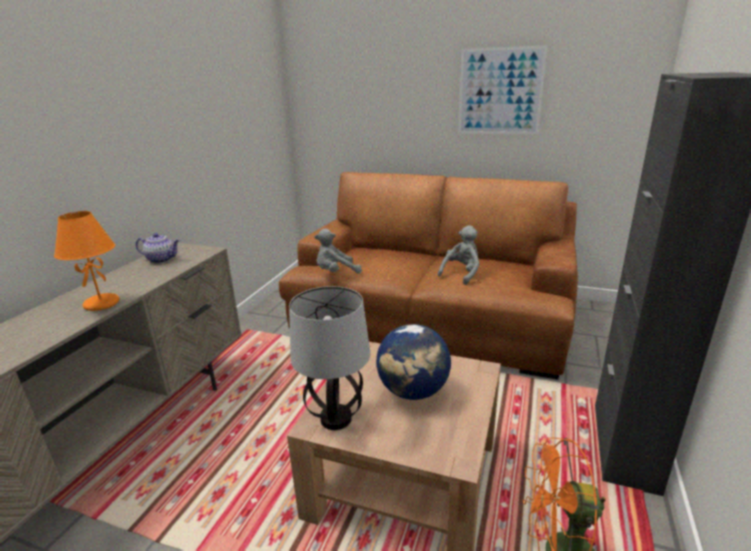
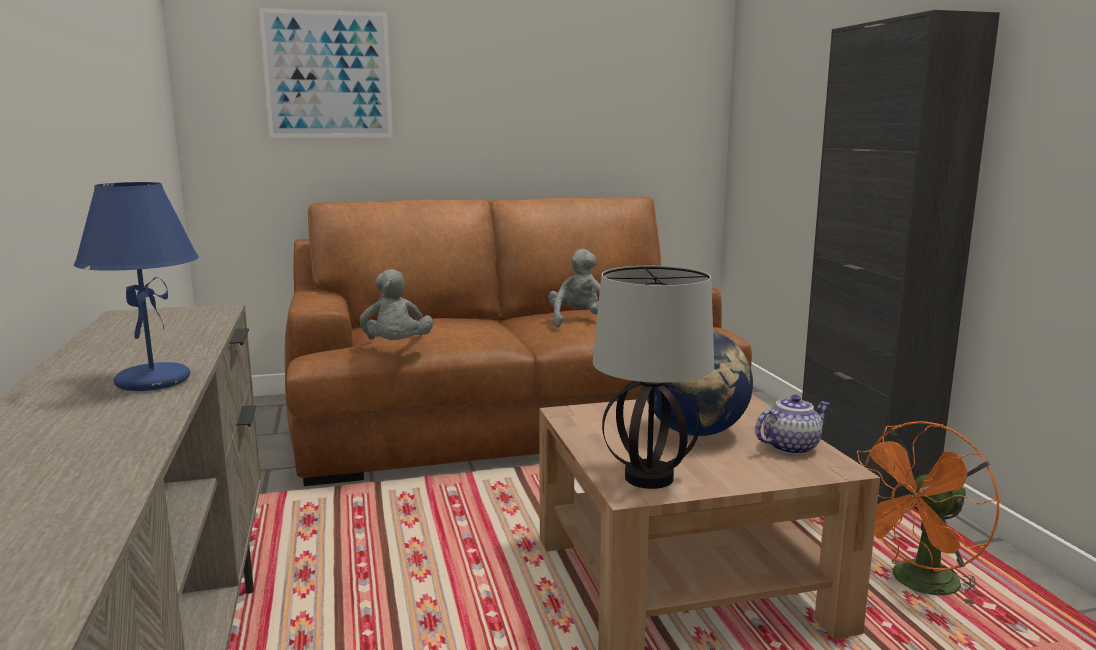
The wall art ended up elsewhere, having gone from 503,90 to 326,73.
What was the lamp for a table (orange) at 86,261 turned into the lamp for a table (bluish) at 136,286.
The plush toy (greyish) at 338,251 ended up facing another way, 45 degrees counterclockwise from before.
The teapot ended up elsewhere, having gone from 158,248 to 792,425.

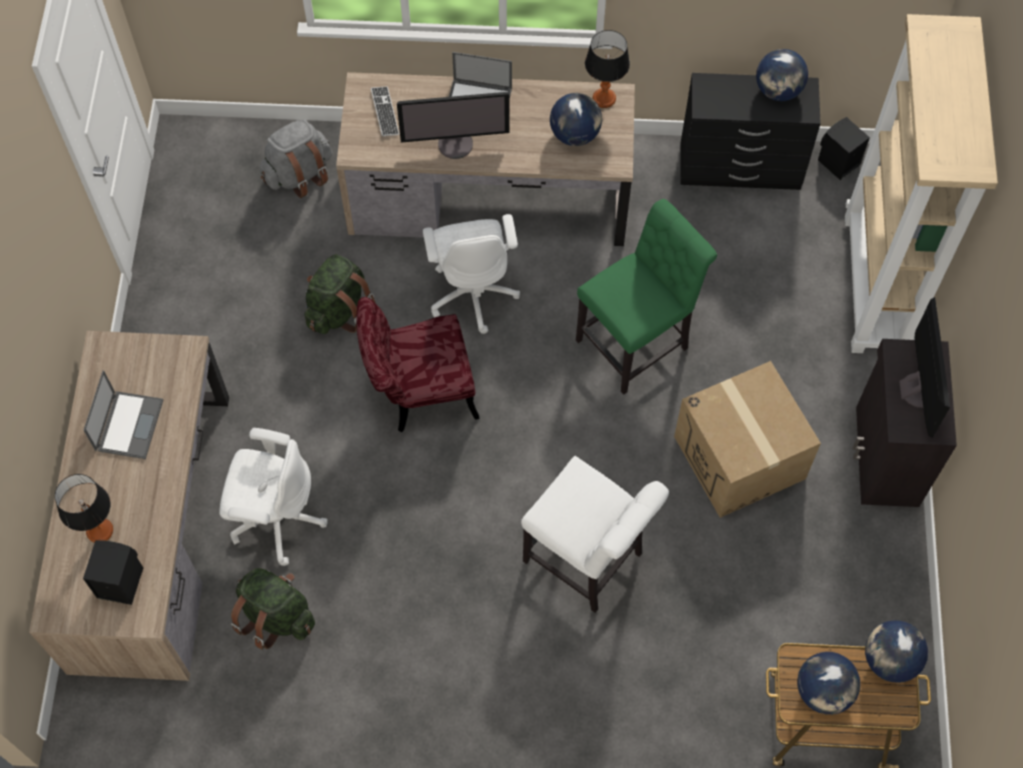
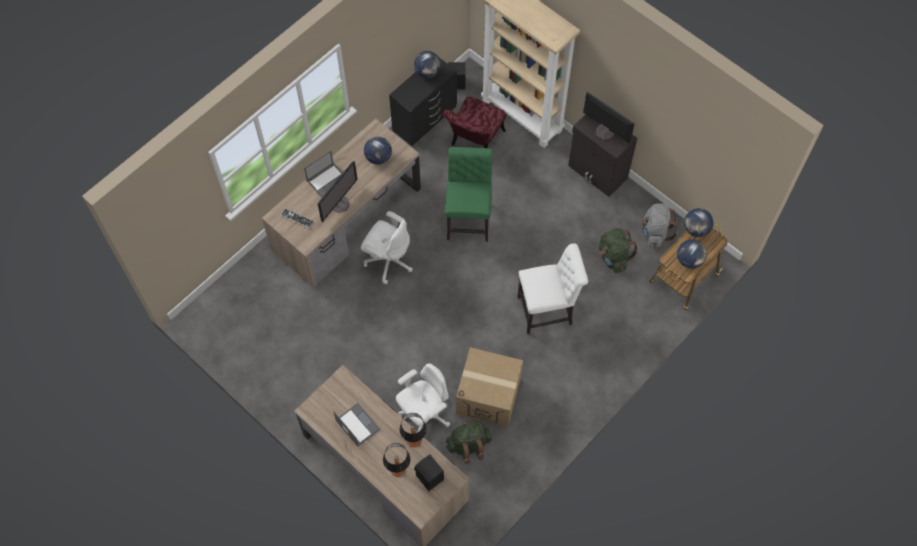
The lamp for a table ended up elsewhere, having gone from 607,69 to 413,430.
The backpack (greyish) ended up elsewhere, having gone from 296,159 to 659,226.
The backpack (green) ended up elsewhere, having gone from 340,294 to 618,250.
The plain chair (reddish) ended up elsewhere, having gone from 418,364 to 474,122.
The packing box ended up elsewhere, having gone from 747,439 to 489,387.

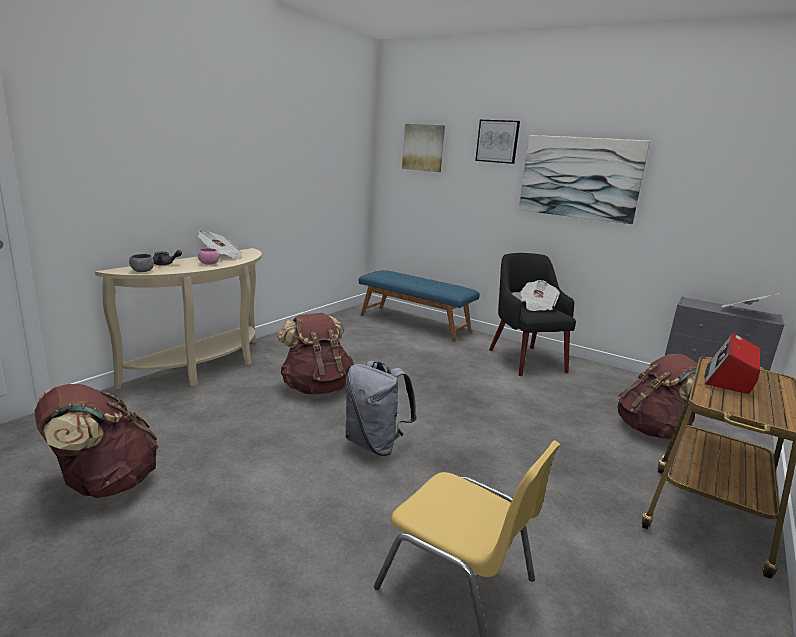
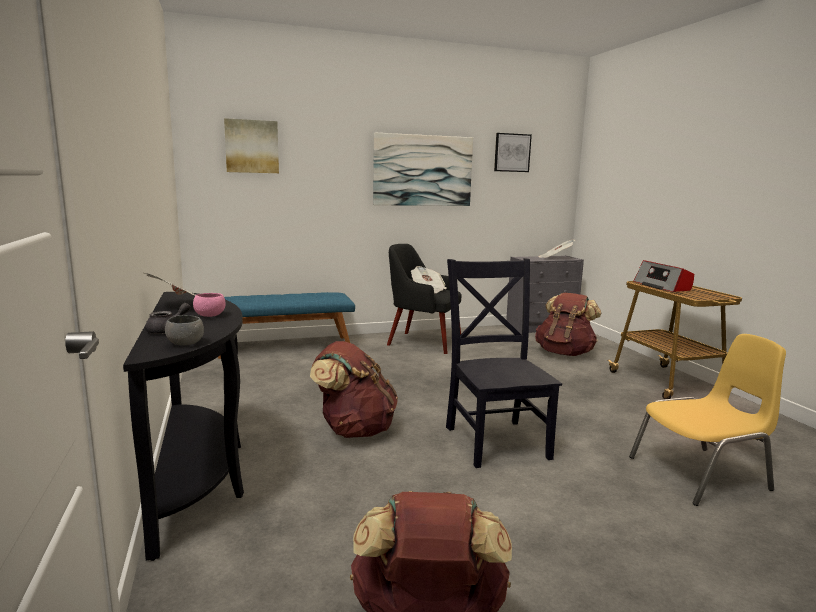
The wall art ended up elsewhere, having gone from 497,142 to 513,152.
What was the narrow table (beige-coloured) at 178,318 turned into the narrow table (black-coloured) at 183,426.
Where the backpack (greyish) stood at 381,408, the plain chair (black-coloured) came to stand at 504,363.

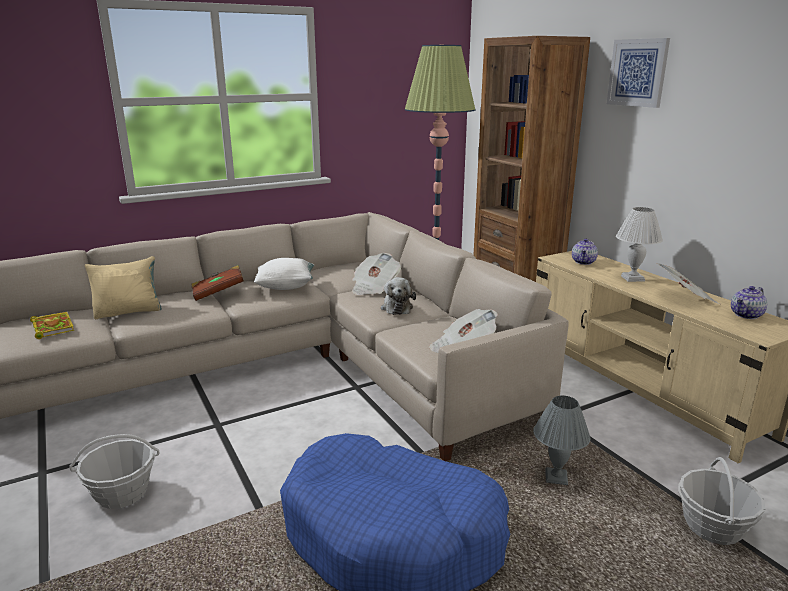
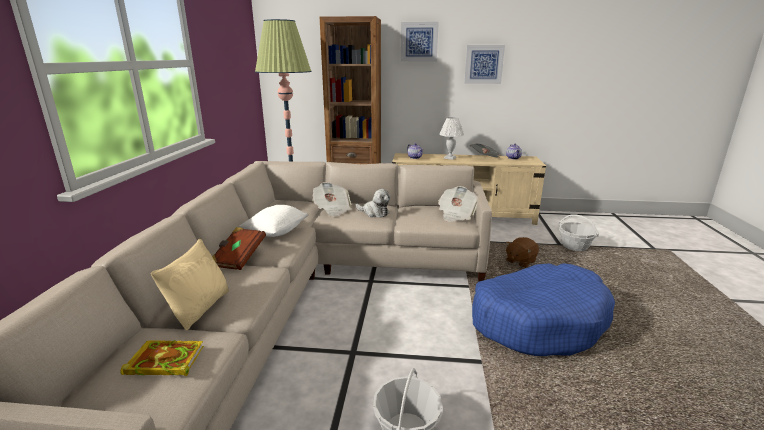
Where the lamp for a table (greyish) stood at 561,440, the plush toy (brown) came to stand at 522,252.
The second view gained the wall art at 484,64.

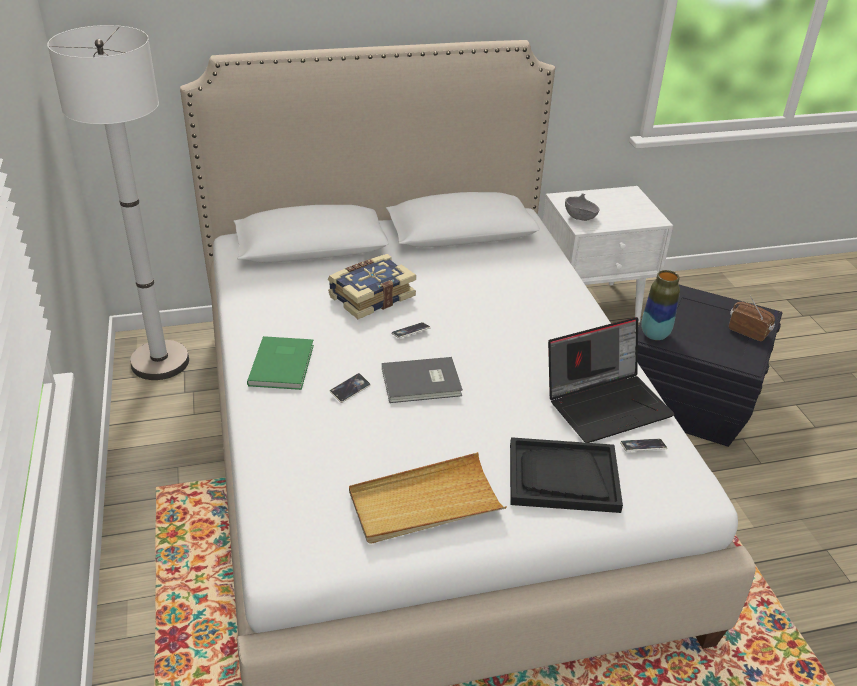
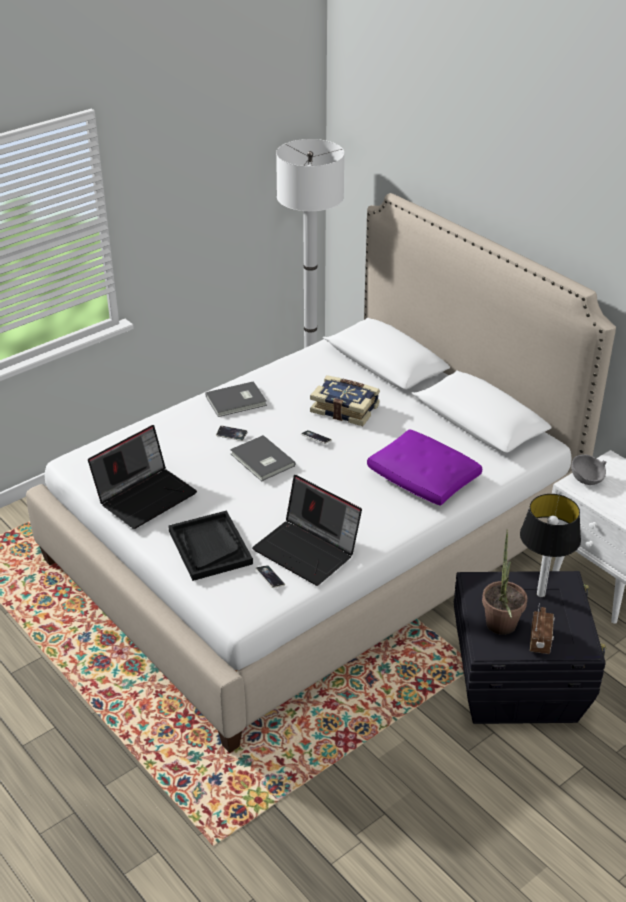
The second view lost the flower vase at 660,305.
What was the volume (green) at 280,363 turned into the volume (greyish) at 236,399.
Where the serving tray (beige-coloured) stood at 428,498, the notebook computer came to stand at 142,477.
The second view gained the pillow (purple-coloured) at 424,467.
The second view gained the lamp for a table at 550,545.
The second view gained the houseplant at 504,582.

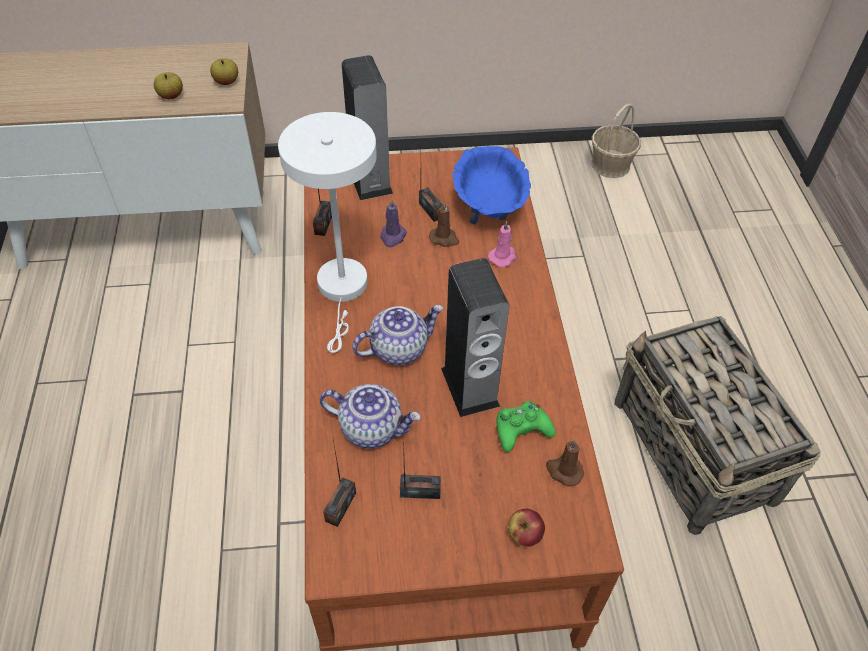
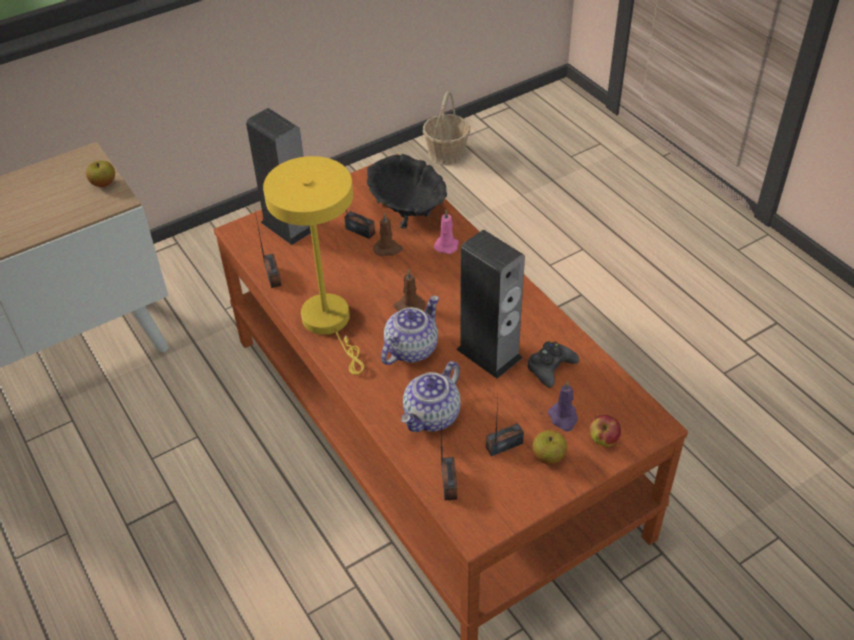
The apple ended up elsewhere, having gone from 168,85 to 549,447.
What was the lamp for a table (whitish) at 327,232 turned into the lamp for a table (yellow) at 313,265.
What was the deep dish (bluish) at 492,185 turned into the deep dish (black-coloured) at 407,191.
The candle (purple-coloured) ended up elsewhere, having gone from 393,223 to 563,406.
The second view lost the basket at 717,425.
The teapot at 370,416 ended up facing another way, 135 degrees clockwise from before.
What was the gamepad (green) at 526,426 turned into the gamepad (black-coloured) at 553,364.
The candle (brown) ended up elsewhere, having gone from 565,463 to 409,290.

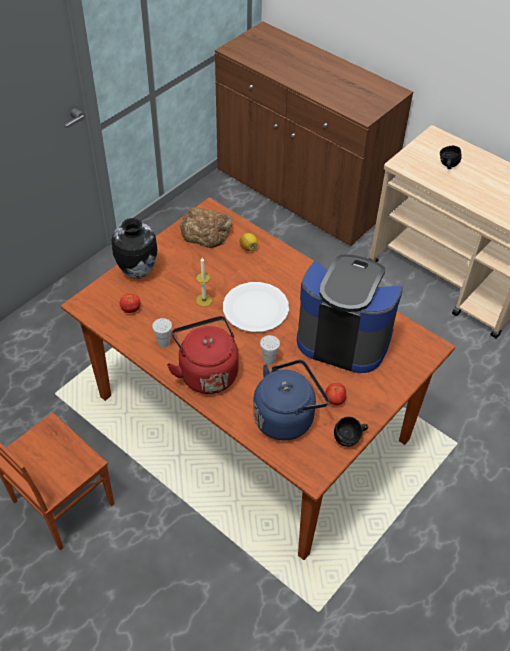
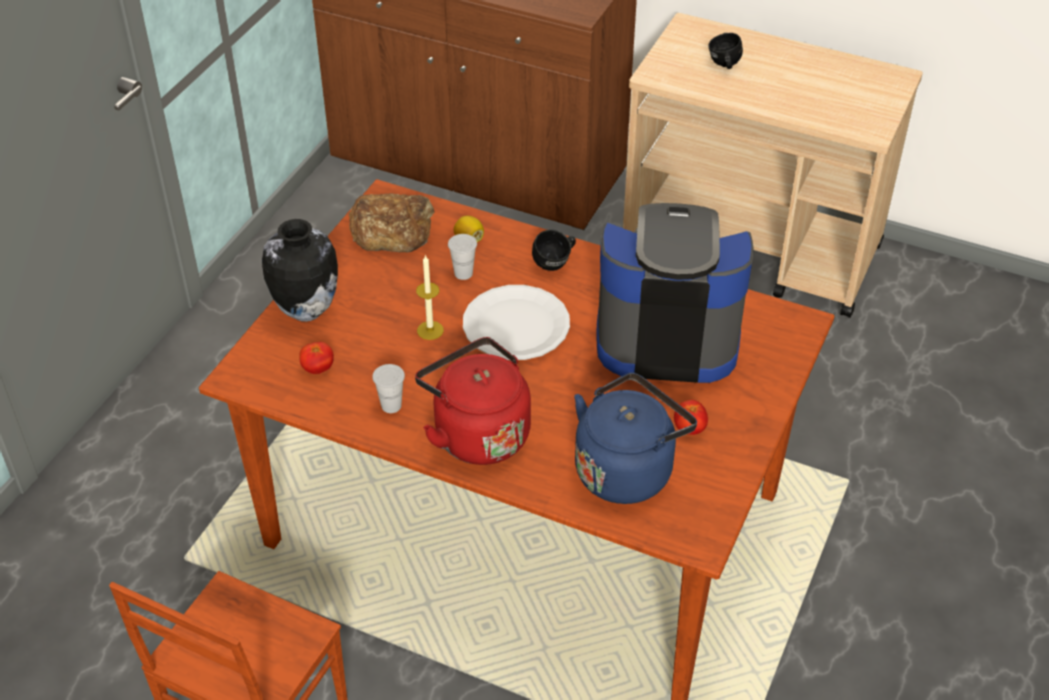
The drinking cup (whitish) ended up elsewhere, having gone from 270,350 to 462,257.
The tea mug (black-coloured) ended up elsewhere, having gone from 351,432 to 554,250.

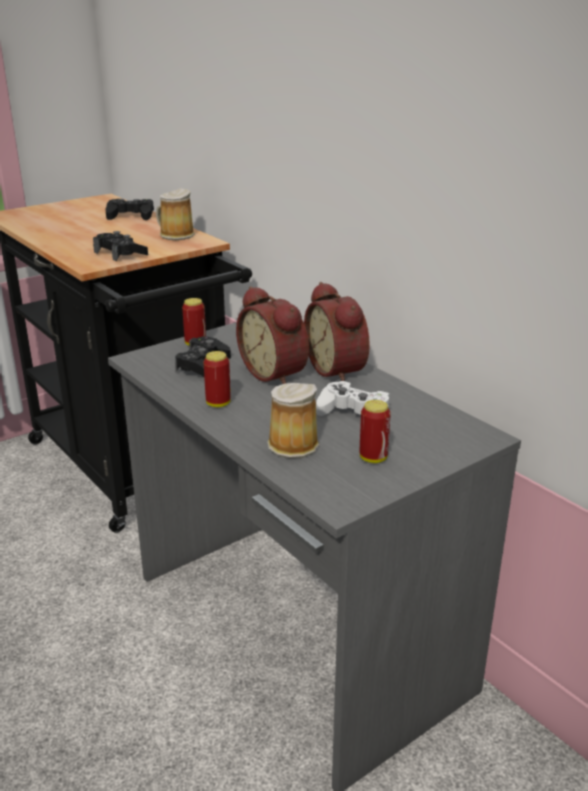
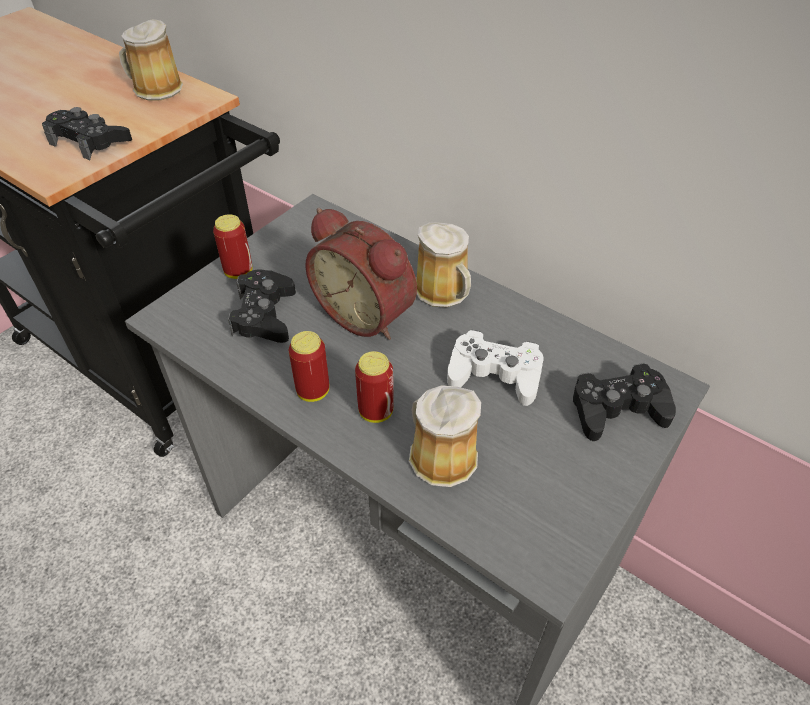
The gamepad (black-coloured) ended up elsewhere, having gone from 129,209 to 624,402.
Where the bedside clock stood at 337,331, the tea mug came to stand at 443,264.
The sealed can ended up elsewhere, having gone from 375,431 to 374,387.

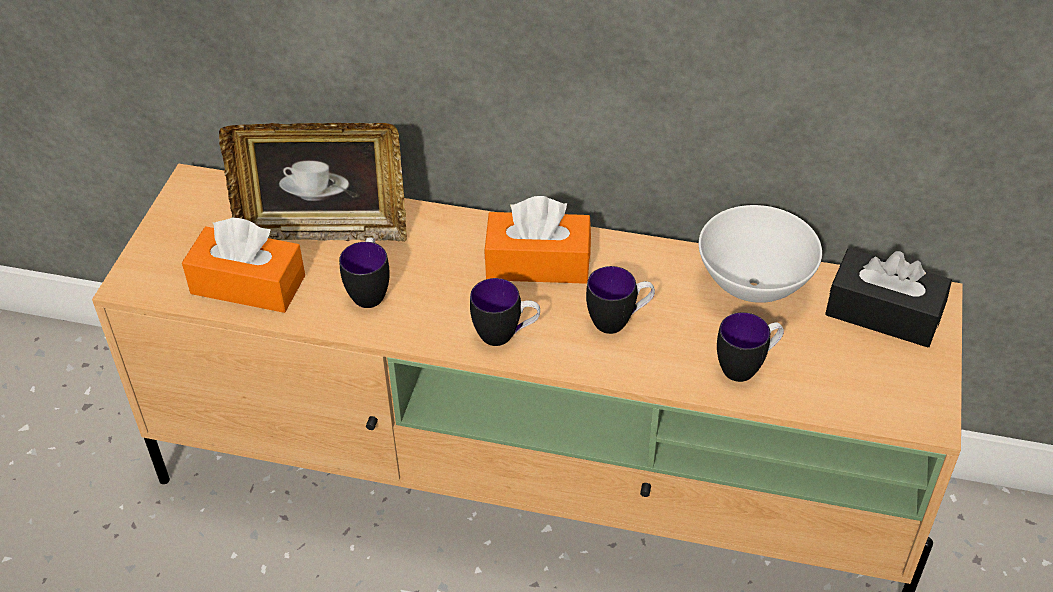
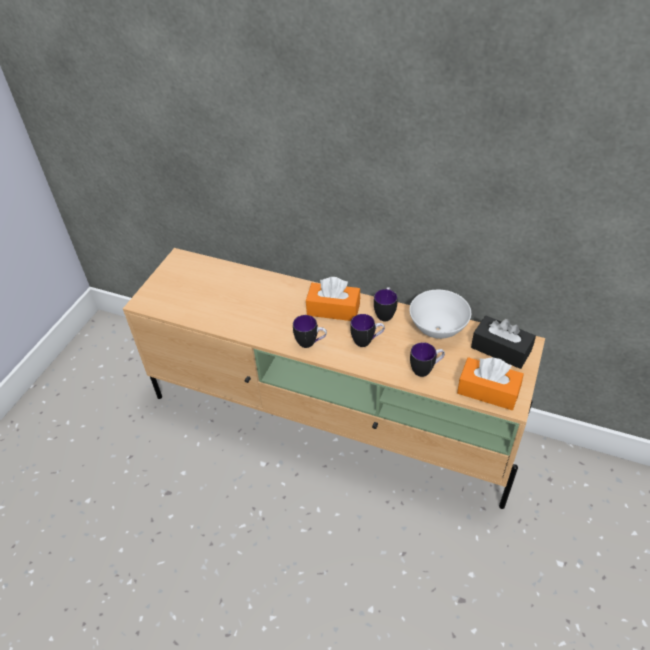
The second view lost the standing frame at 313,182.
The tissue box (orange) ended up elsewhere, having gone from 243,265 to 490,383.
The tea mug ended up elsewhere, having gone from 364,273 to 385,304.

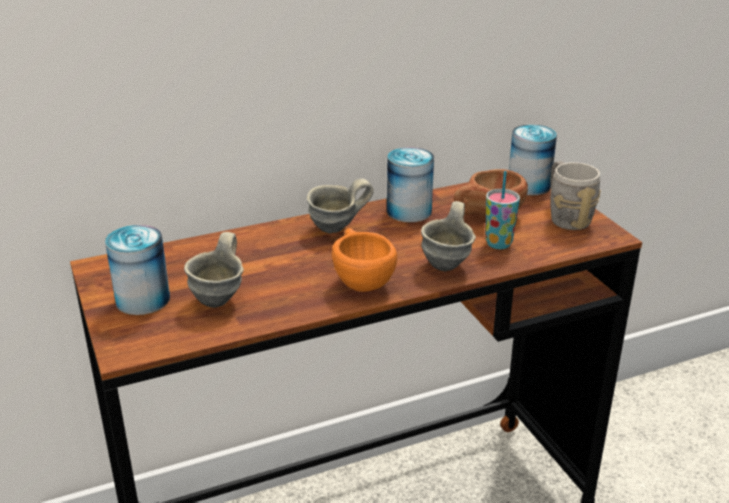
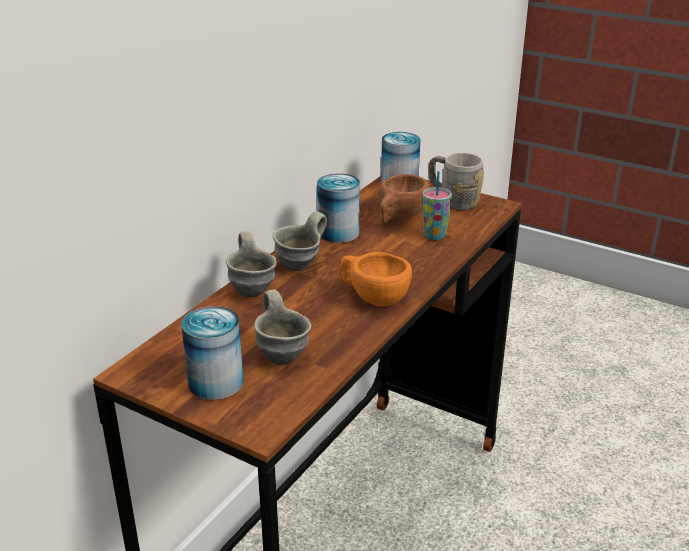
The tea mug (greyish) ended up elsewhere, having gone from 448,236 to 251,264.

